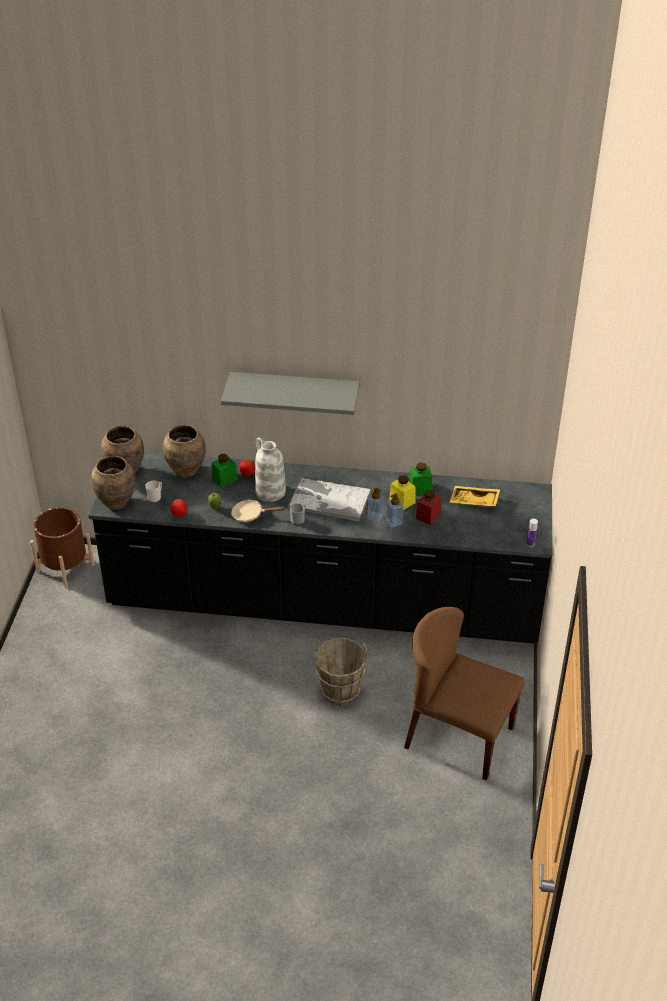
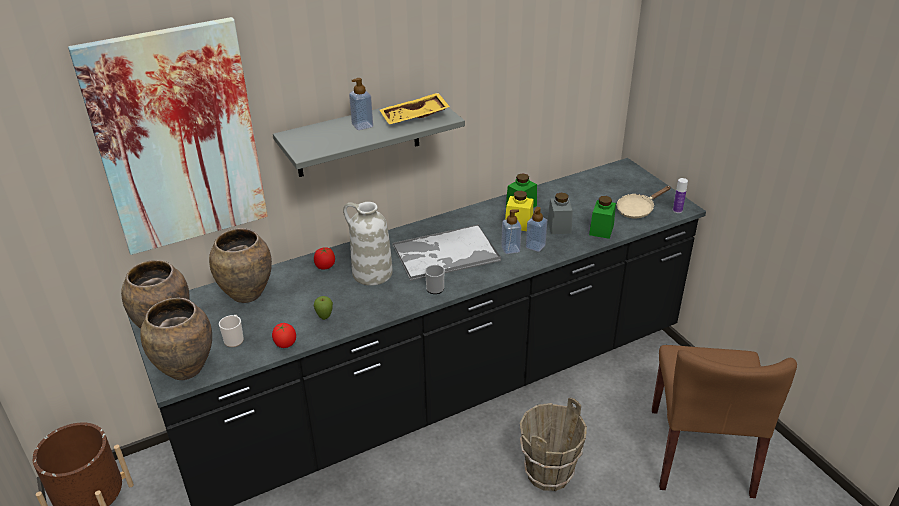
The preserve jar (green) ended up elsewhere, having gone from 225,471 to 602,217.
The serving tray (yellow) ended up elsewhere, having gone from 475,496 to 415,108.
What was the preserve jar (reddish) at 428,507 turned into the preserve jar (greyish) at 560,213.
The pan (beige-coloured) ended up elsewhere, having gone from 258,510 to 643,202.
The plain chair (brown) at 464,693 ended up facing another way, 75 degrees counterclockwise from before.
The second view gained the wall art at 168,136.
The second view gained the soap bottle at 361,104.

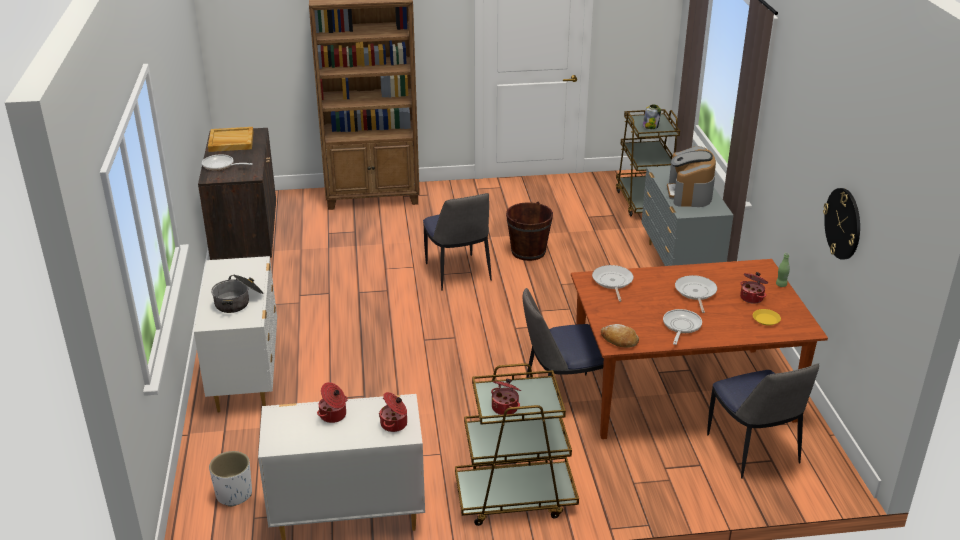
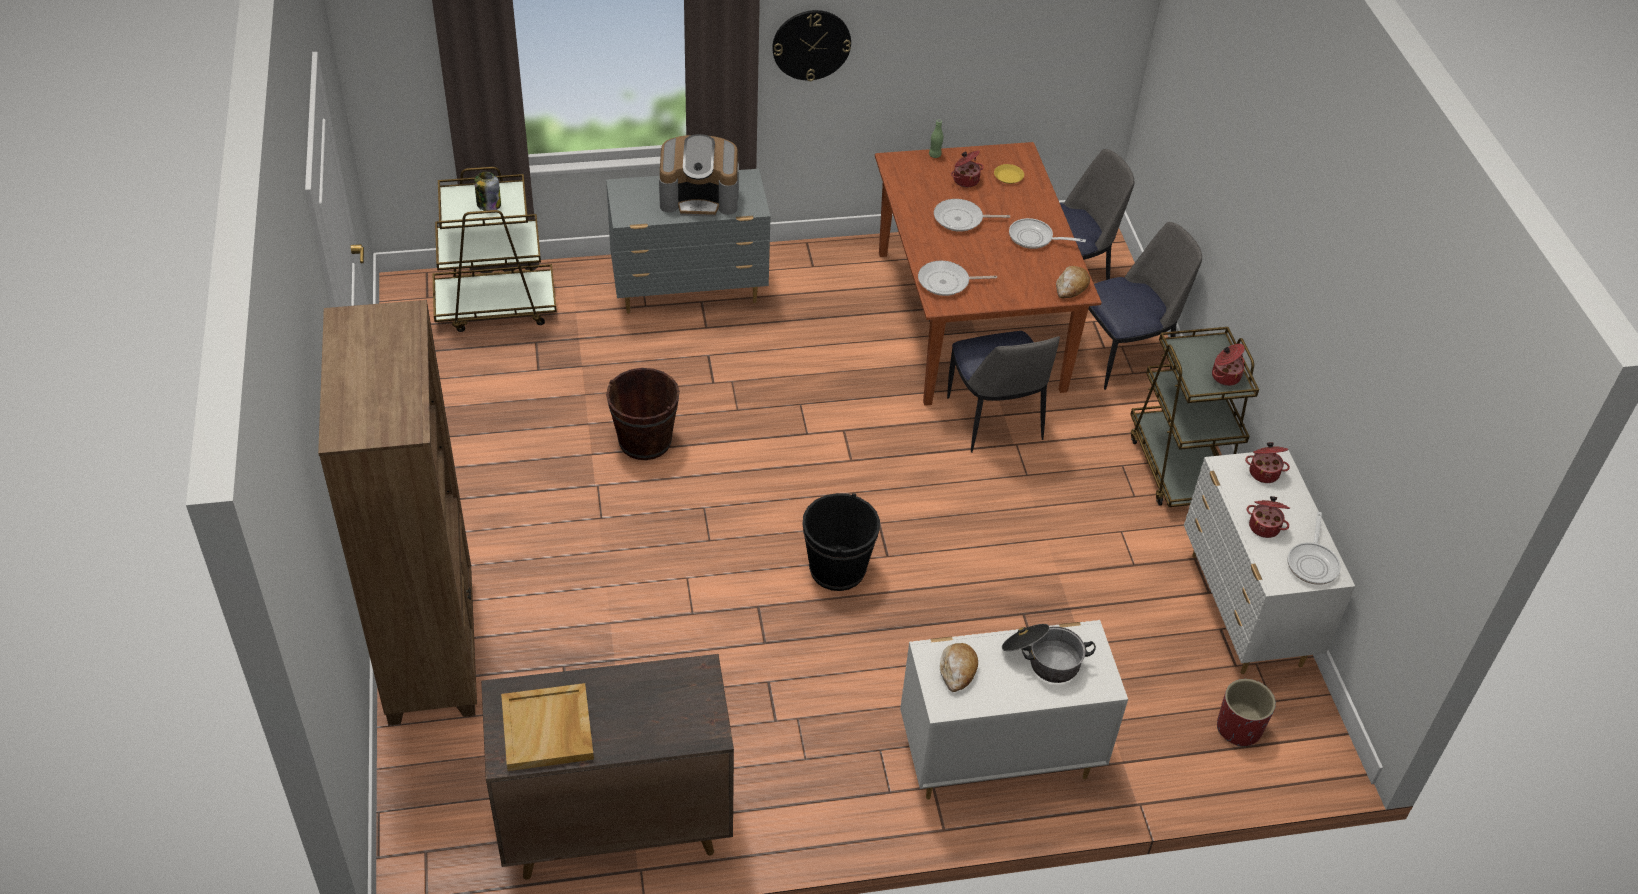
The pan ended up elsewhere, having gone from 227,162 to 1314,548.
The wall clock ended up elsewhere, having gone from 841,224 to 811,45.
The plain chair ended up elsewhere, having gone from 457,242 to 1145,306.
What was the flower pot (whitish) at 230,479 turned into the flower pot (reddish) at 1246,713.
The second view gained the pail (black-coloured) at 841,542.
The second view gained the bakery bread at 959,667.

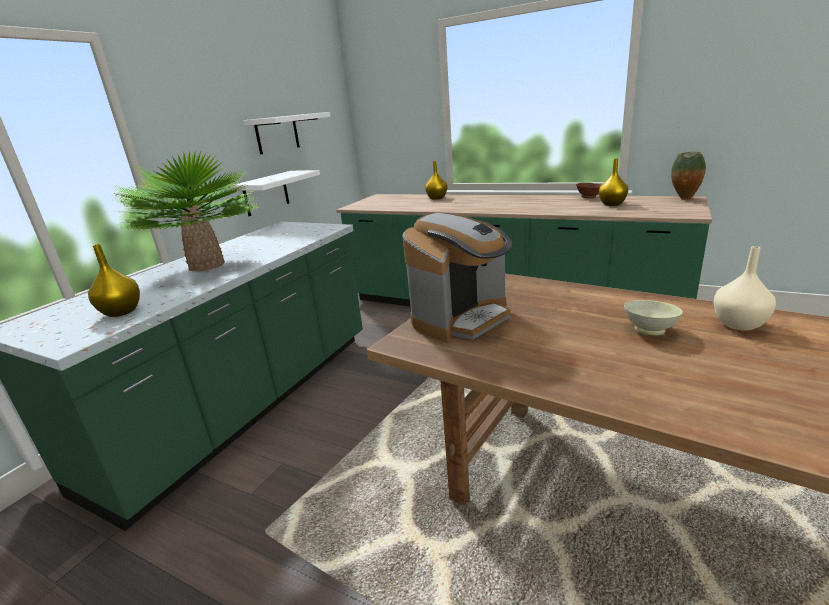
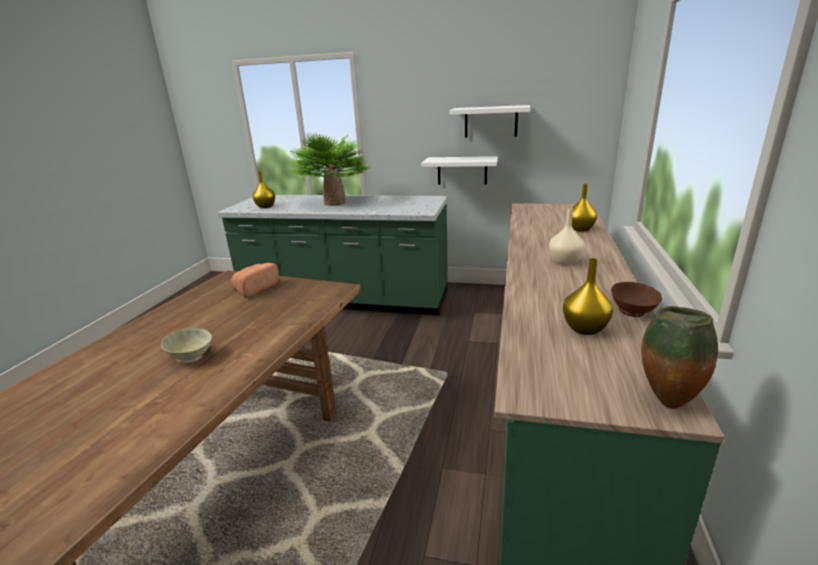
Where the coffee machine stood at 457,277, the bakery bread came to stand at 255,280.
The flower vase (beige-coloured) ended up elsewhere, having gone from 745,288 to 567,236.

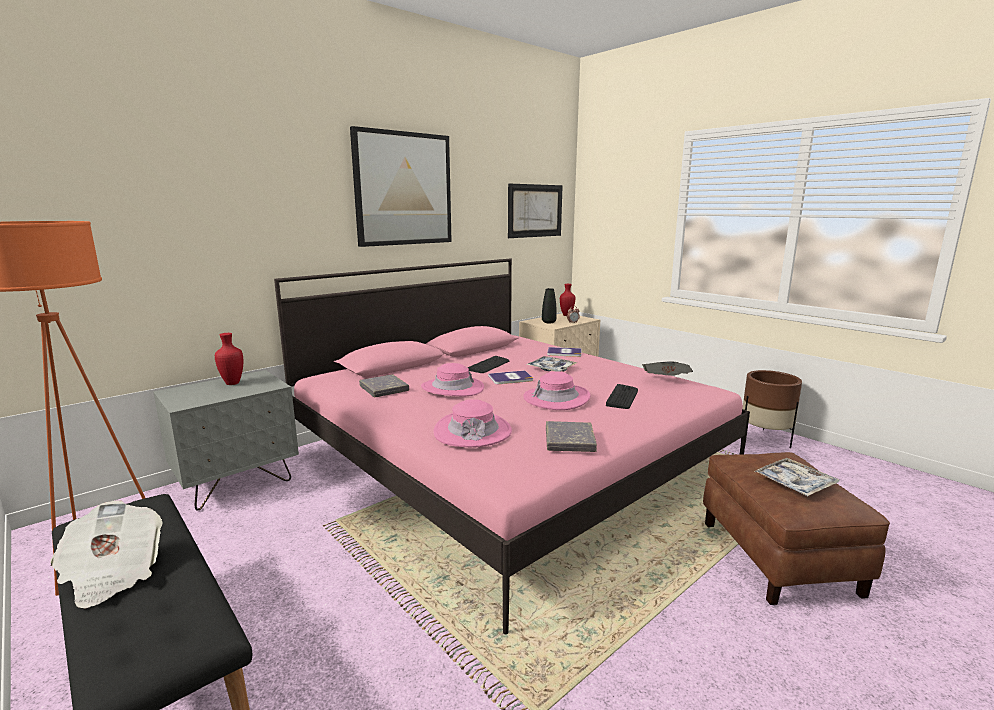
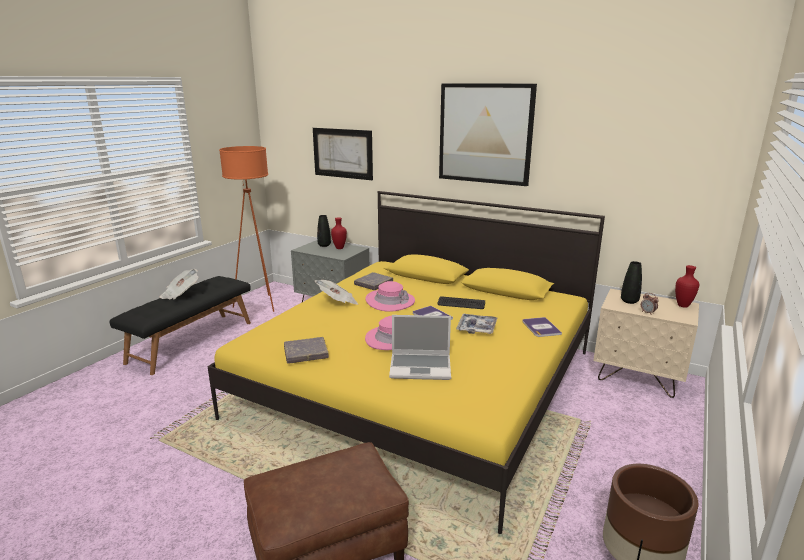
The wall art ended up elsewhere, having gone from 535,211 to 343,154.
What was the bedroom bed (pinkish) at 512,446 turned into the bedroom bed (yellow) at 406,362.
The newspaper ended up elsewhere, having gone from 667,369 to 336,292.
Where the keyboard stood at 622,396, the notebook computer came to stand at 420,347.
The second view lost the wearable hat (pinkish) at 472,423.
The second view lost the serving tray at 796,477.
The second view gained the flower vase (black-coloured) at 324,231.

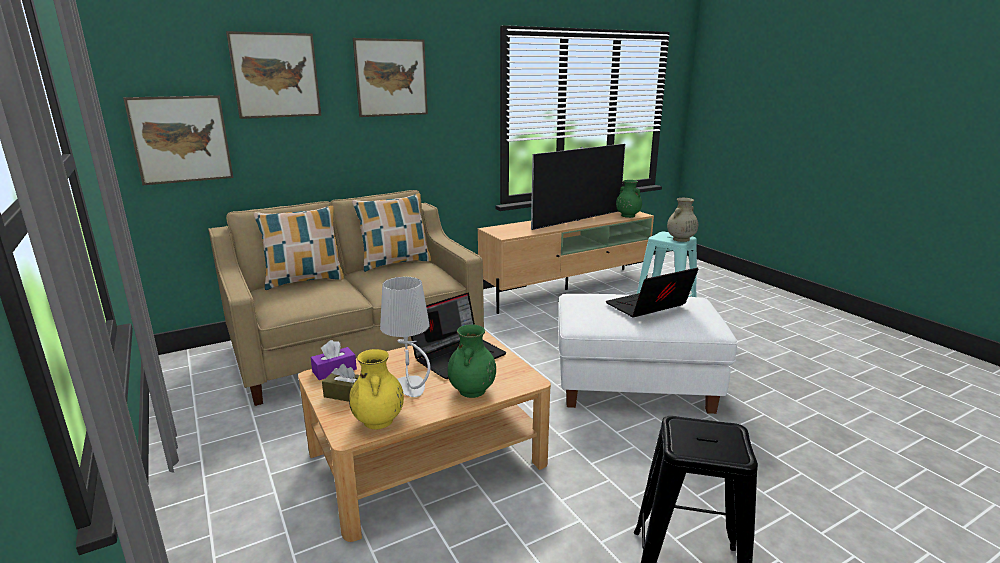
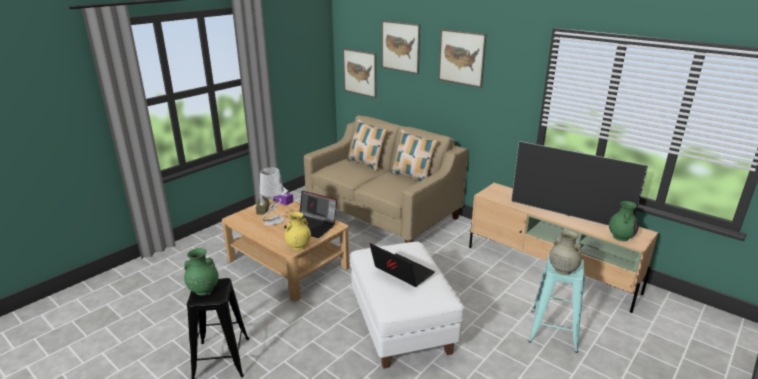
The flower vase (green) ended up elsewhere, having gone from 471,361 to 201,271.
The flower vase (yellow) ended up elsewhere, having gone from 376,389 to 298,231.

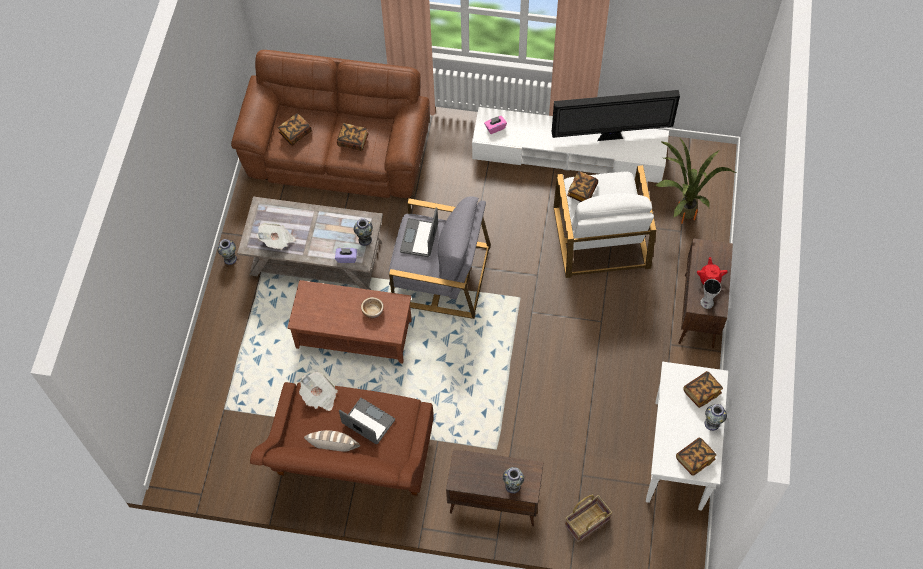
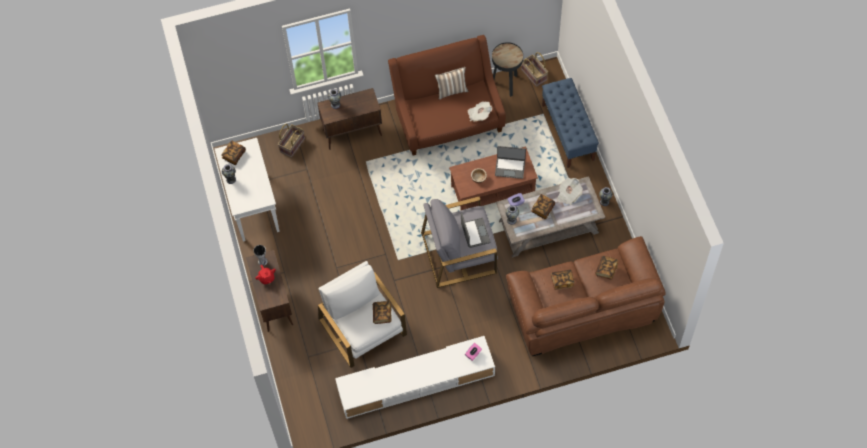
The second view lost the TV set at 616,115.
The second view lost the houseplant at 695,181.
The volume ended up elsewhere, having gone from 703,389 to 543,206.
The notebook computer ended up elsewhere, having gone from 367,421 to 510,162.
The second view gained the side table (black-coloured) at 507,69.
The second view gained the basket at 534,69.
The second view gained the bench (bluish) at 570,123.

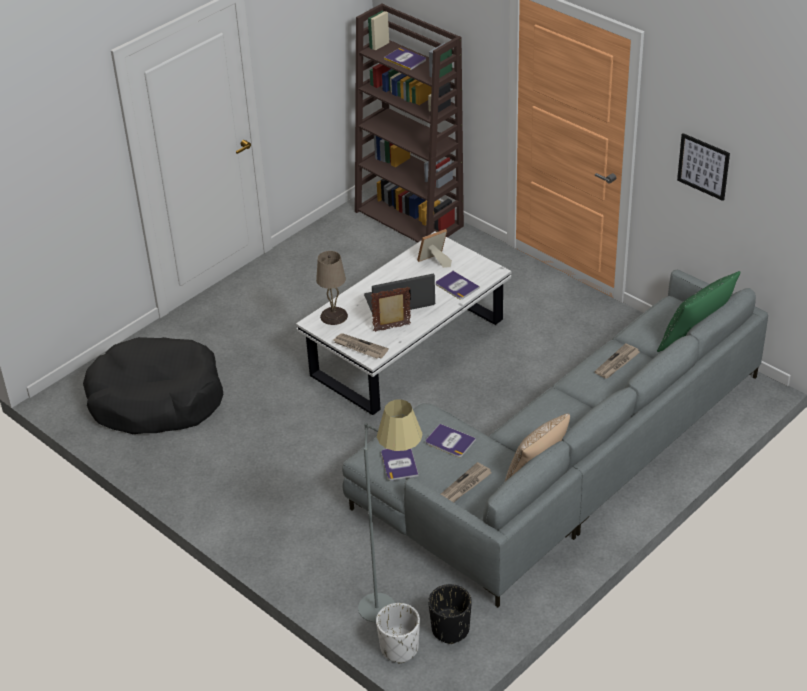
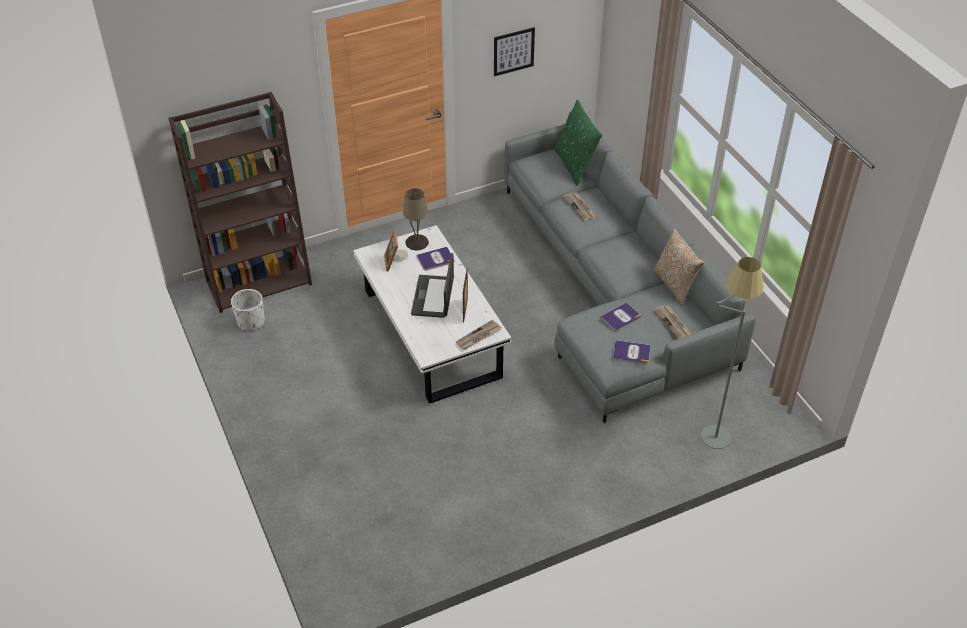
The second view lost the volume at 405,59.
The lamp for a table (beige-coloured) ended up elsewhere, having gone from 332,288 to 416,219.
The second view lost the pet bed (black-coloured) at 153,385.
The second view lost the flower pot (black-coloured) at 450,614.
The flower pot (whitish) ended up elsewhere, having gone from 398,633 to 248,310.

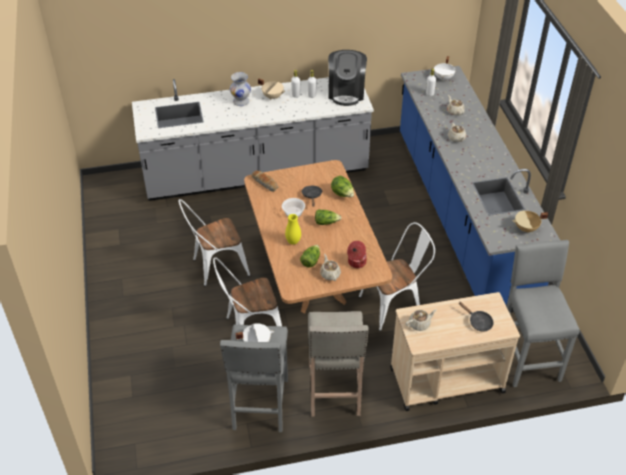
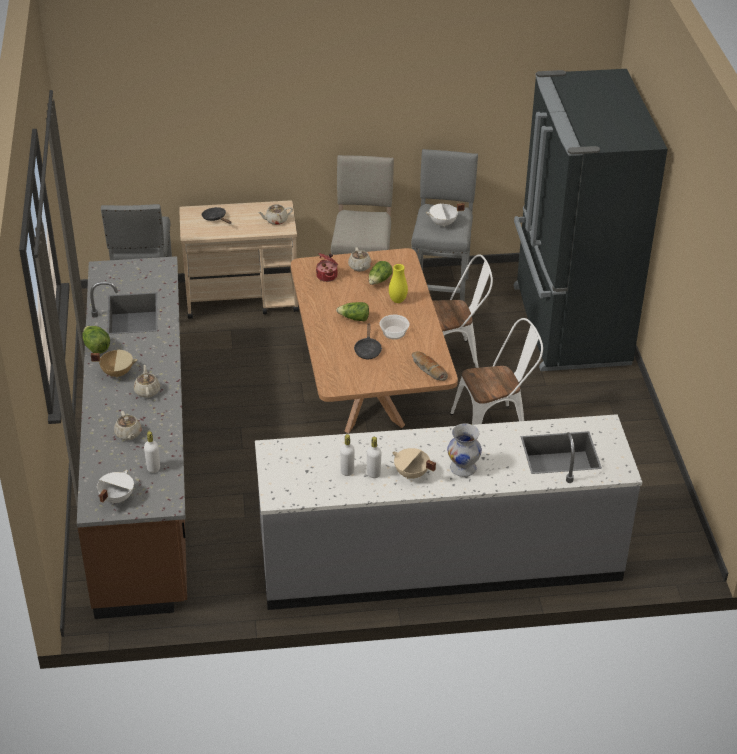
The second view lost the coffee machine at 347,78.
What was the kitchen counter (bluish) at 480,189 turned into the kitchen counter (brown) at 132,437.
The lettuce ended up elsewhere, having gone from 342,186 to 96,340.
The stockpot (beige-coloured) ended up elsewhere, having gone from 530,221 to 114,364.
The second view lost the plain chair (whitish) at 397,276.
The second view gained the fridge (black-coloured) at 591,220.

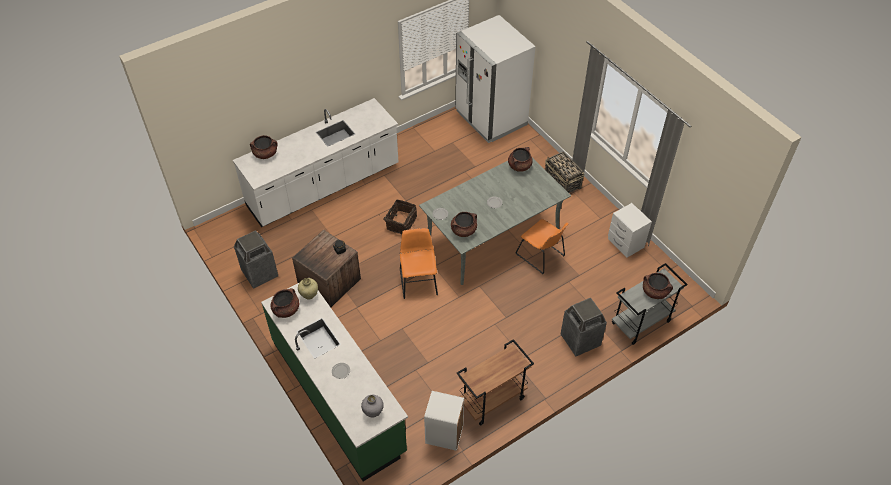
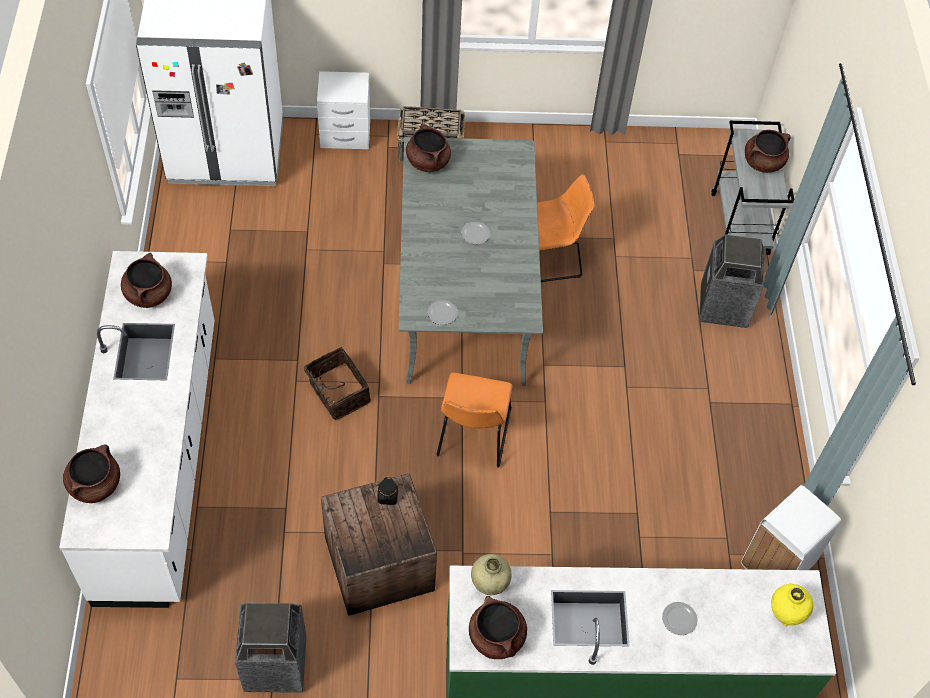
The bedside table (whitish) ended up elsewhere, having gone from 630,230 to 343,110.
The stockpot (brown) ended up elsewhere, having gone from 464,224 to 146,280.
The plain chair (orange) at 419,263 ended up facing another way, 105 degrees counterclockwise from before.
The second view lost the cart (brown) at 495,382.
What was the flower vase (greyish) at 372,406 turned into the flower vase (yellow) at 792,605.

